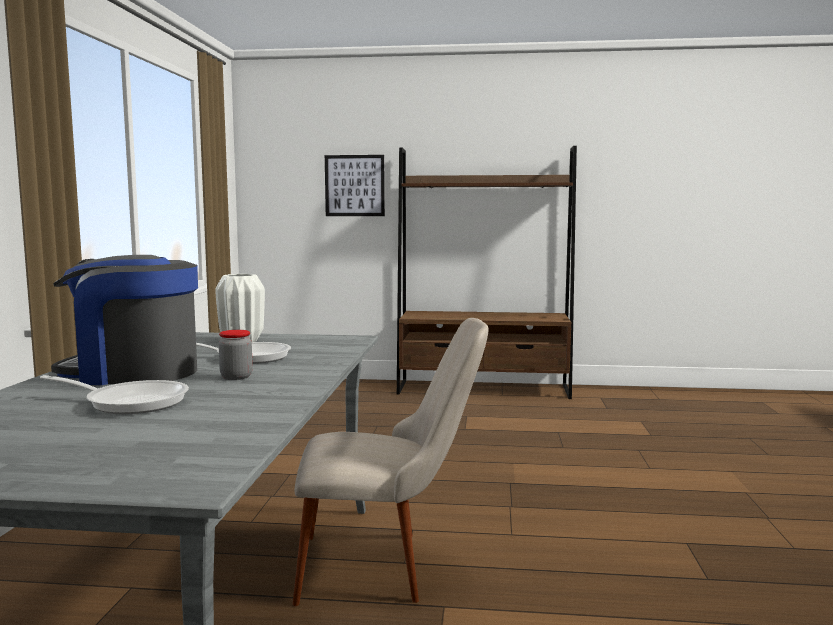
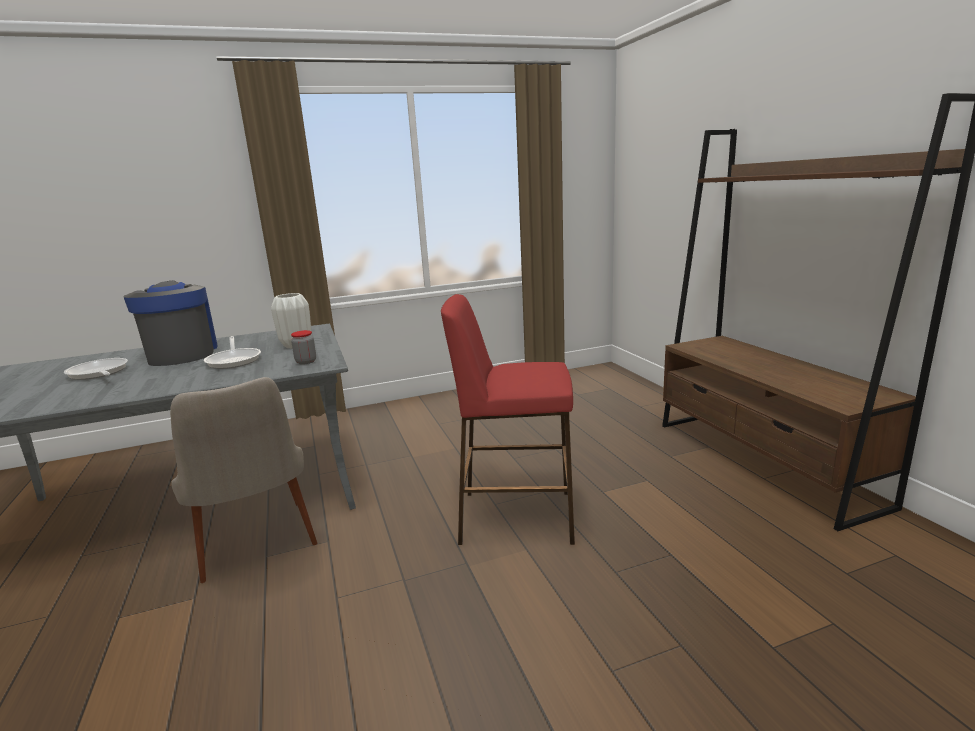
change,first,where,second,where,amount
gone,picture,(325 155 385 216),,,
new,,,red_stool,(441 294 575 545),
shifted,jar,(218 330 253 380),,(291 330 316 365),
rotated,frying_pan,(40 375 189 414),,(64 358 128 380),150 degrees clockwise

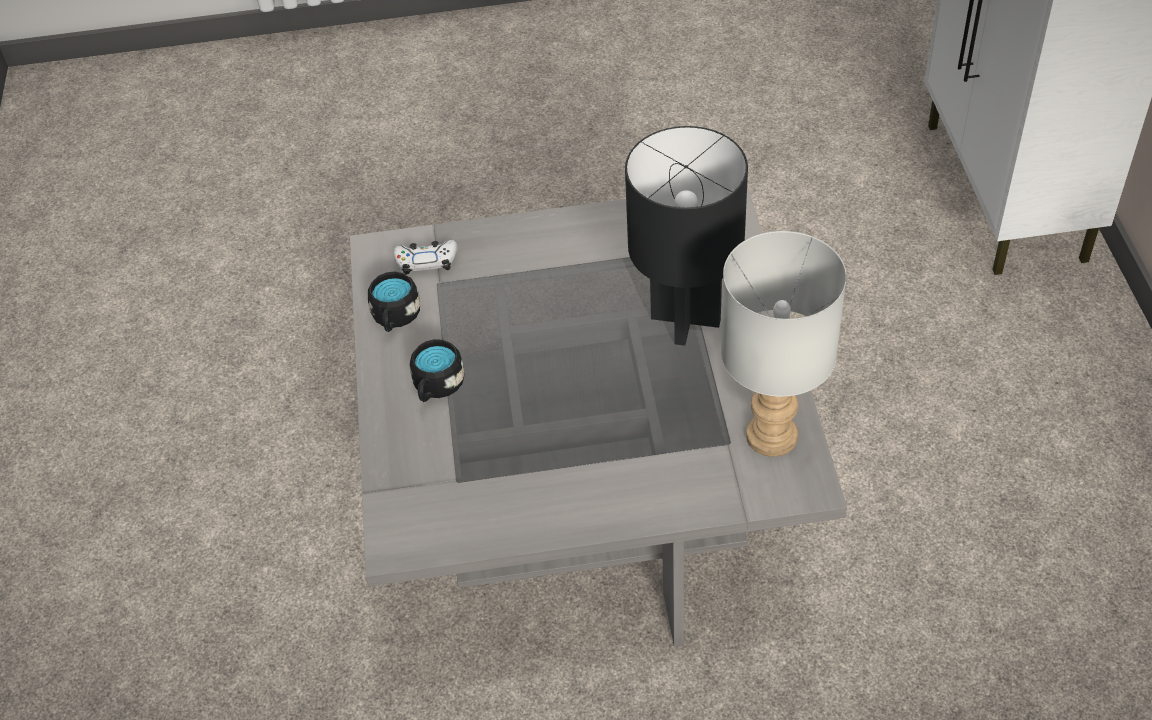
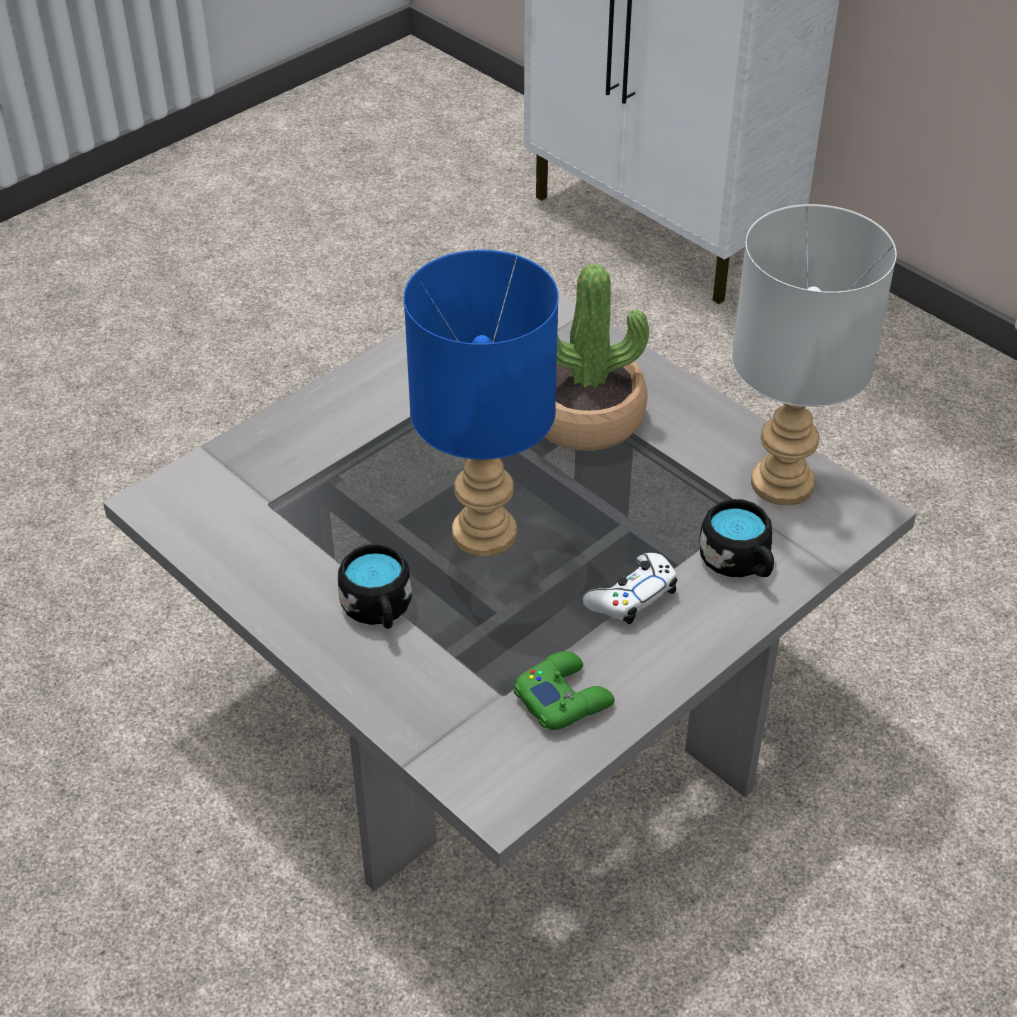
change,first,where,second,where,amount
new,,,blue_table_lamp,(404 250 559 557),
new,,,green_game_controller,(514 651 615 730),
shifted,black_mug,(368 272 420 332),,(700 499 774 577),
shifted,white_game_controller,(393 240 458 275),,(583 553 677 624),
swapped,black_table_lamp,(625 126 748 346),potted_plant,(544 263 649 451),

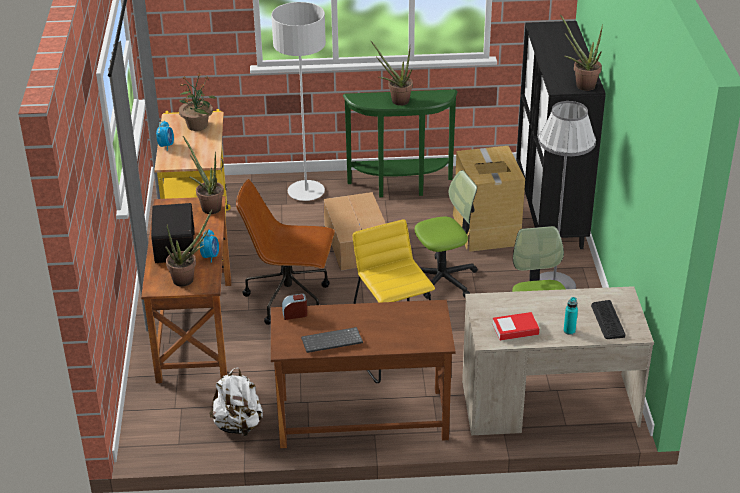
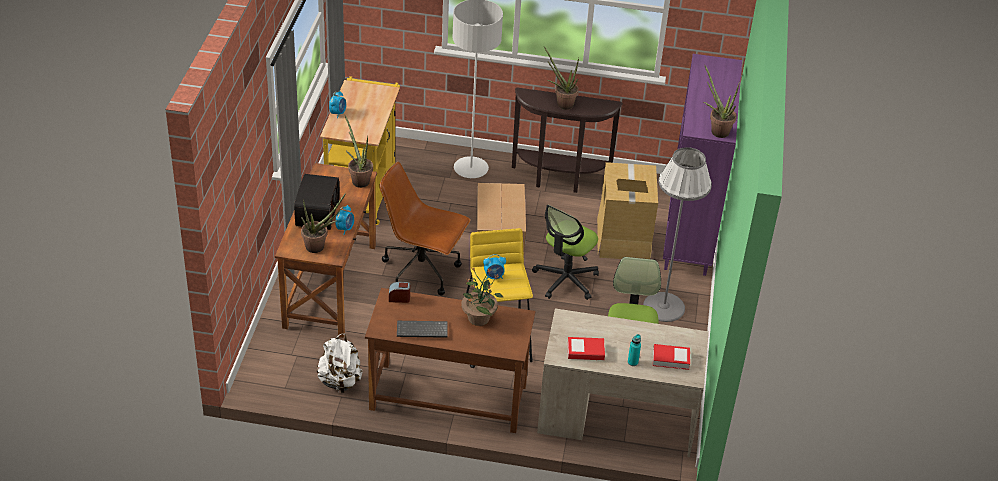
change,first,where,second,where,amount
new,,,alarm_clock,(483 254 506 280),
shifted,potted_plant,(179 73 216 131),,(462 268 503 326),
swapped,keyboard,(591 300 625 339),book,(653 344 690 370),
repainted,green_console_table,(343 89 458 197),brown_console_table,(512 88 623 193),
repainted,black_cabinet,(516 21 606 249),purple_cabinet,(663 54 742 276),
rotated,office_chair,(415 170 478 299),,(532 205 599 300),135 degrees clockwise

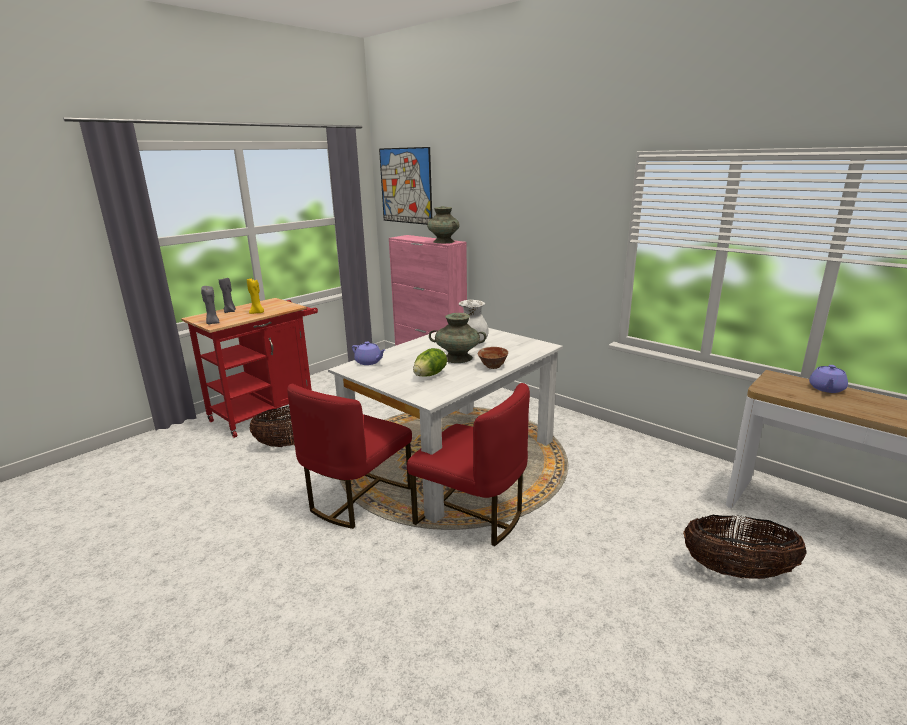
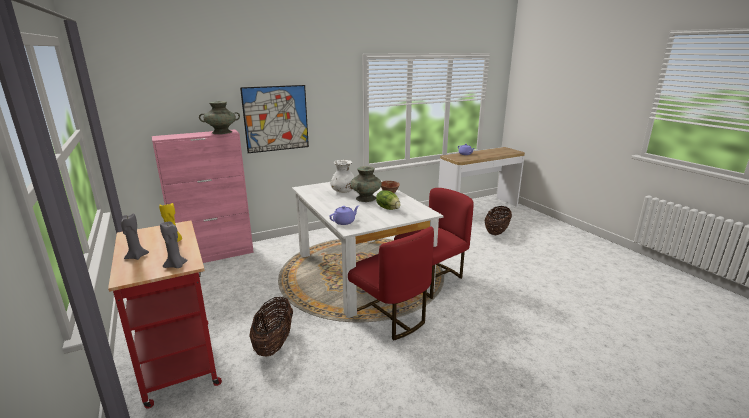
change,first,where,second,where,amount
shifted,picture,(379 147 432 225),,(240 85 309 153),

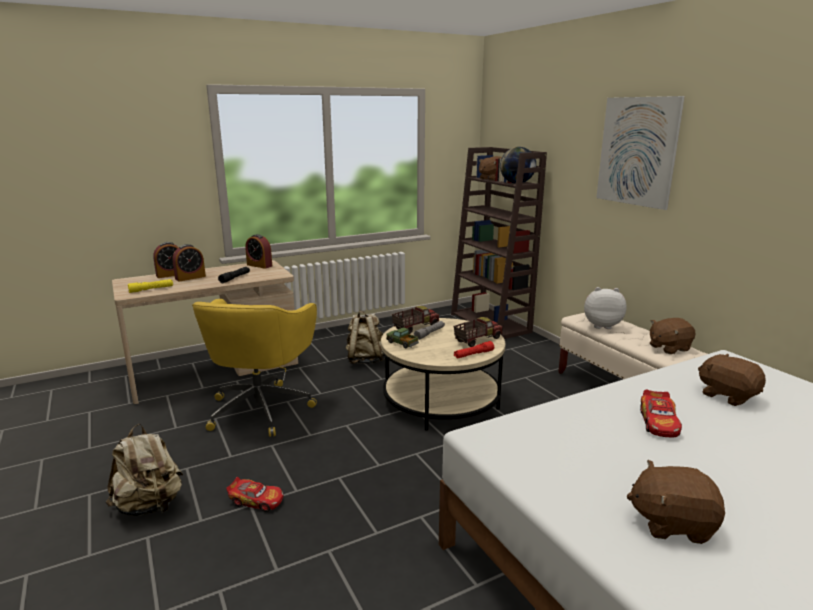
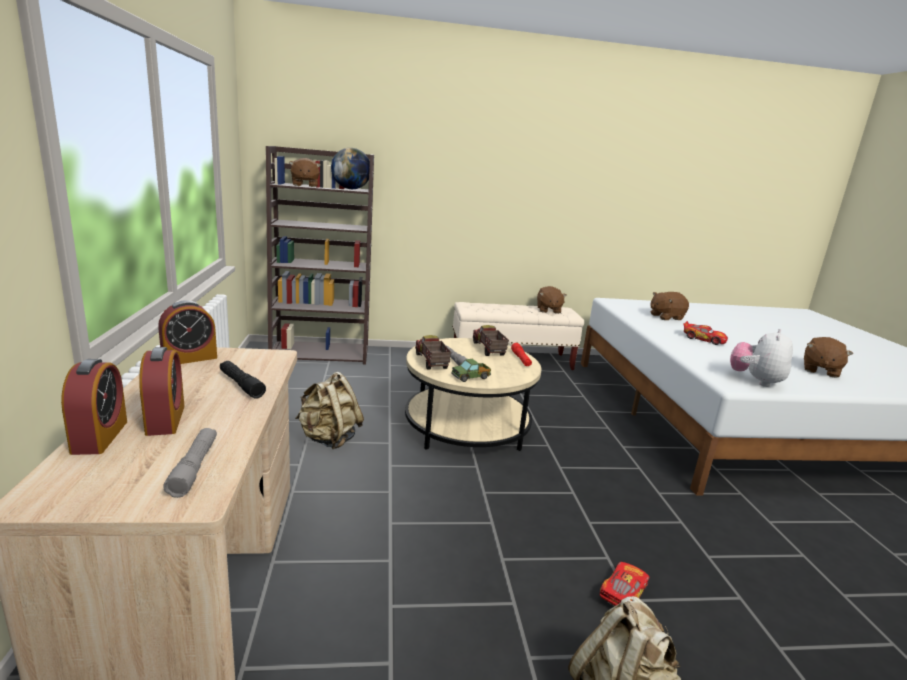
change,first,where,second,where,amount
gone,yellow_office_chair,(192 299 317 437),,,
gone,picture,(596 96 685 210),,,
shifted,plush_toy,(584 287 627 329),,(730 329 793 387),
repainted,yellow_flashlight,(128 279 173 293),grey_flashlight,(163 428 217 498),

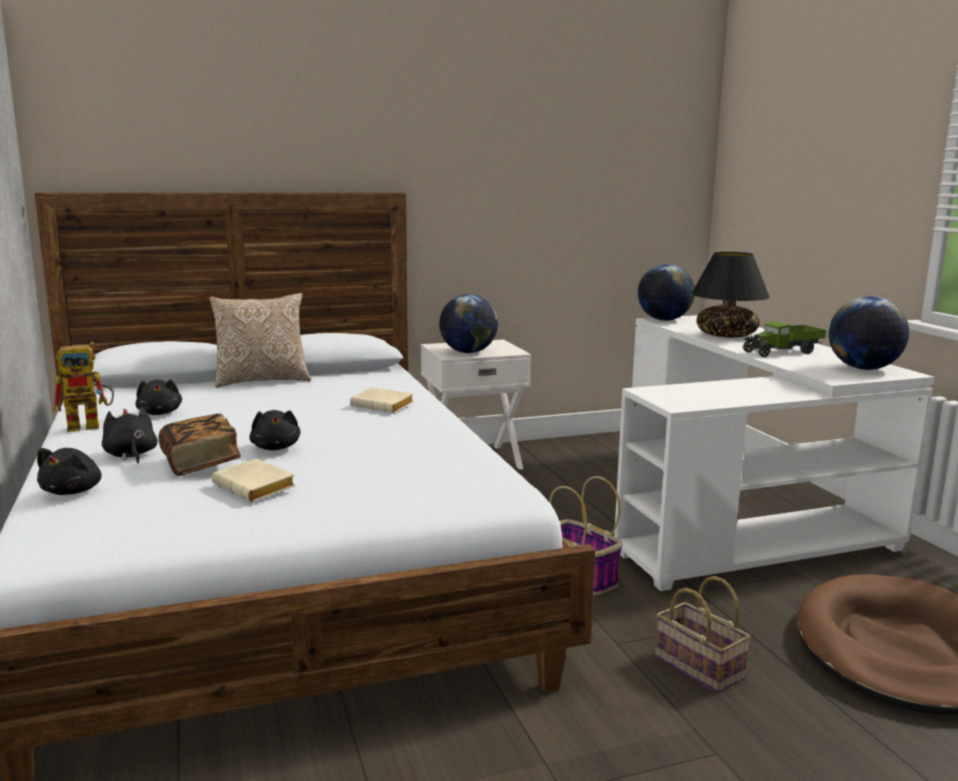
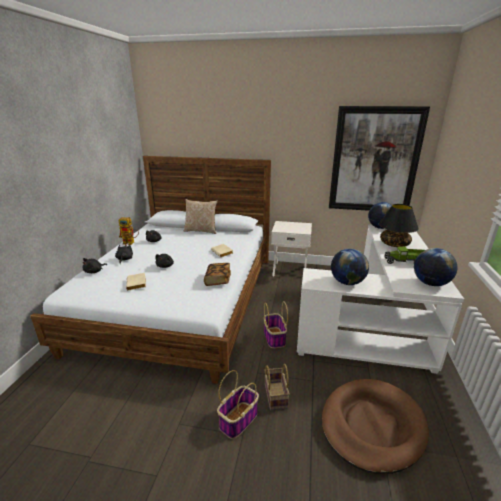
change,first,where,second,where,amount
new,,,basket,(217 370 259 439),
new,,,picture,(329 106 430 211),
shifted,book,(158 414 241 476),,(204 263 231 286),
shifted,globe,(439 294 498 353),,(331 249 369 285),

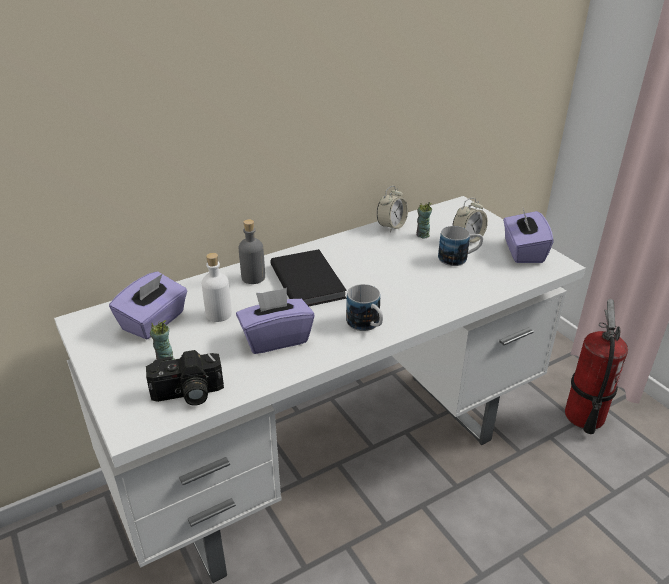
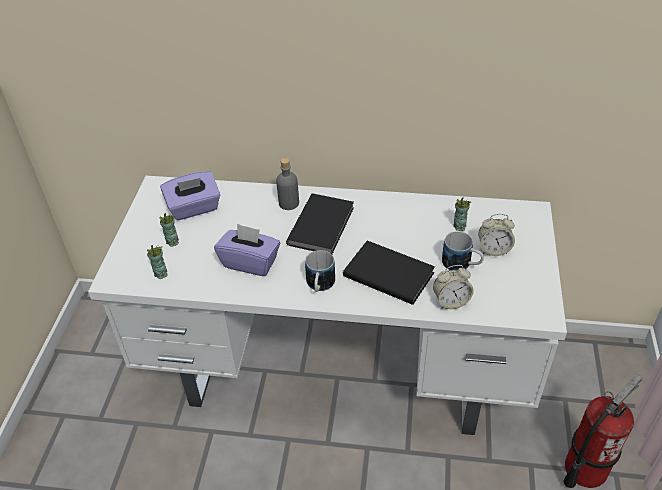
change,first,where,second,where,amount
gone,white_bottle,(202 253 232 322),,,
gone,purple_tissue_box,(503 209 554 263),,,
new,,,black_book,(343 240 435 305),
shifted,alarm_clock,(377 186 408 233),,(433 265 474 309),
swapped,photo_camera,(146 350 224 406),cup,(147 245 168 279),

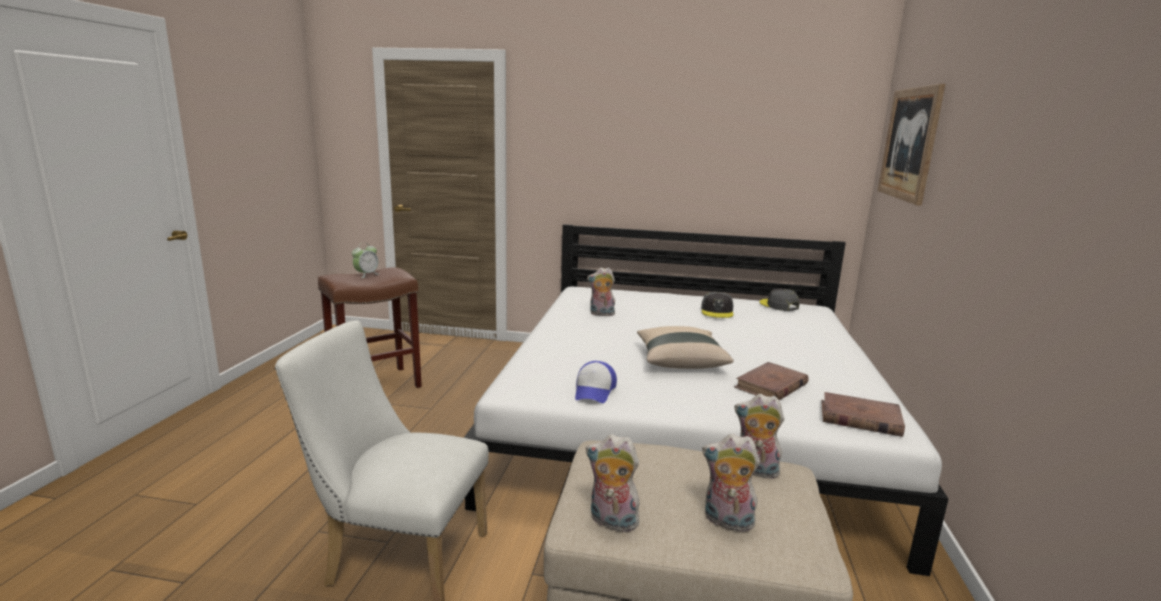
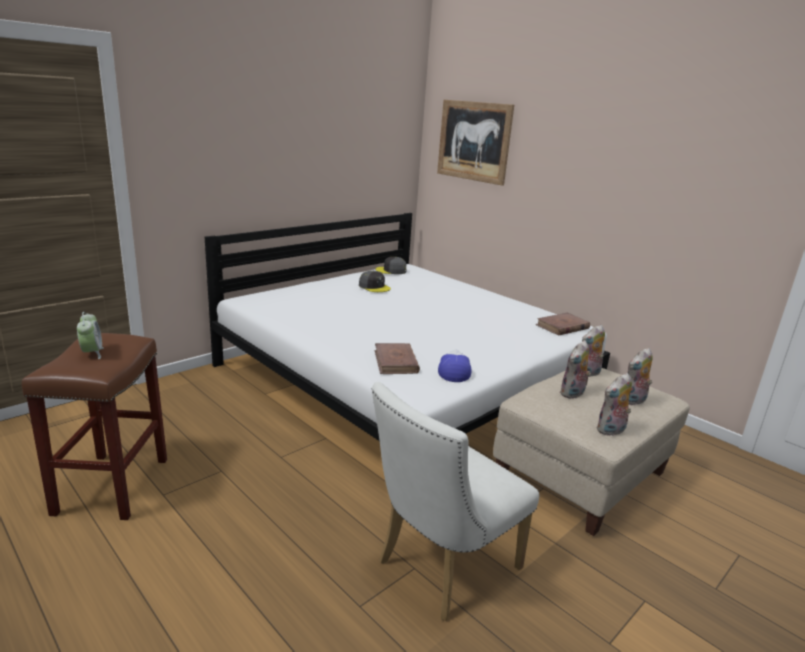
change,first,where,second,where,amount
gone,beige_pillow,(637 326 734 369),,,
shifted,plush_toy,(587 267 615 316),,(559 340 591 399),
shifted,brown_book,(734 362 809 400),,(375 343 420 374),
rotated,cap,(575 361 617 403),,(438 349 472 382),135 degrees counterclockwise

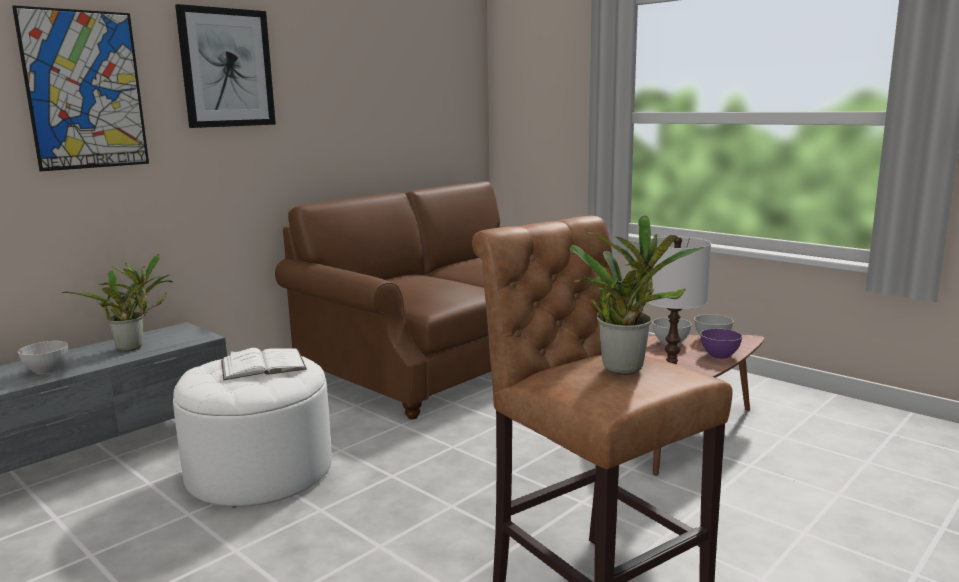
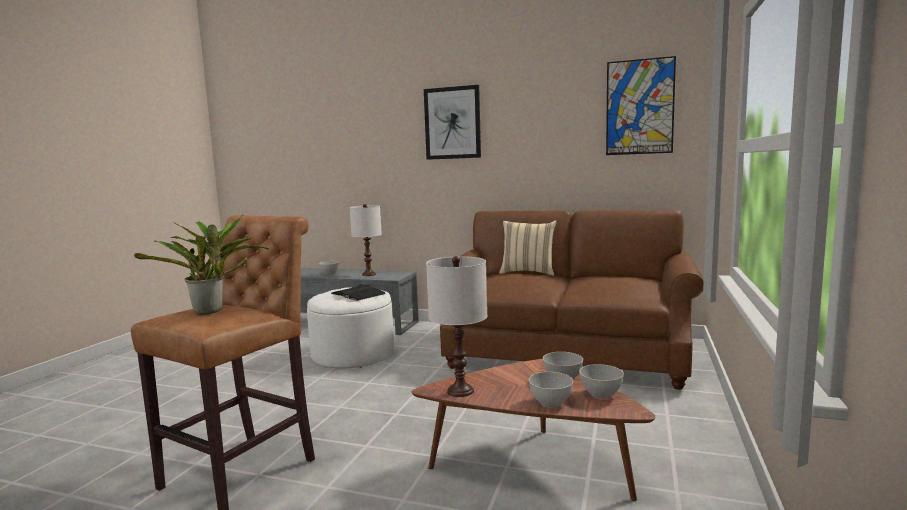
change,first,where,second,where,amount
new,,,beige_pillow,(499 220 557 276),
shifted,picture,(12 5 149 172),,(606 56 676 155),
swapped,potted_plant,(62 254 173 351),white_table_lamp,(349 204 382 276),
repainted,white_book,(221 348 307 380),black_book,(331 283 386 301),
repainted,purple_bowl,(700 329 743 359),grey_bowl,(529 372 573 408),

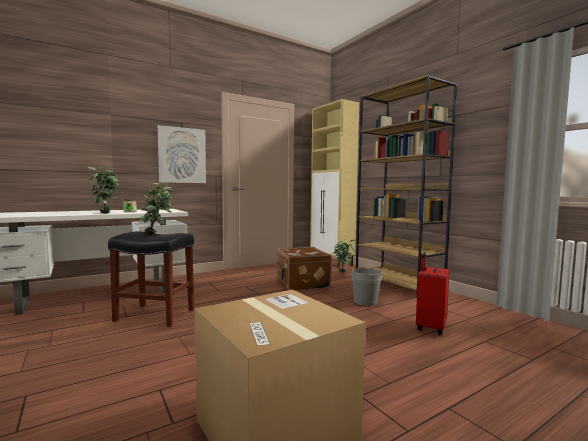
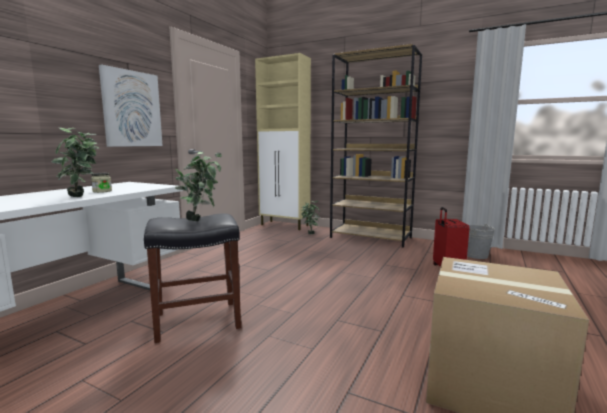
change,first,where,second,where,amount
gone,brown_suitcase,(276 247 332 291),,,
shifted,grey_bucket,(351 268 384 306),,(467 224 495 259),

